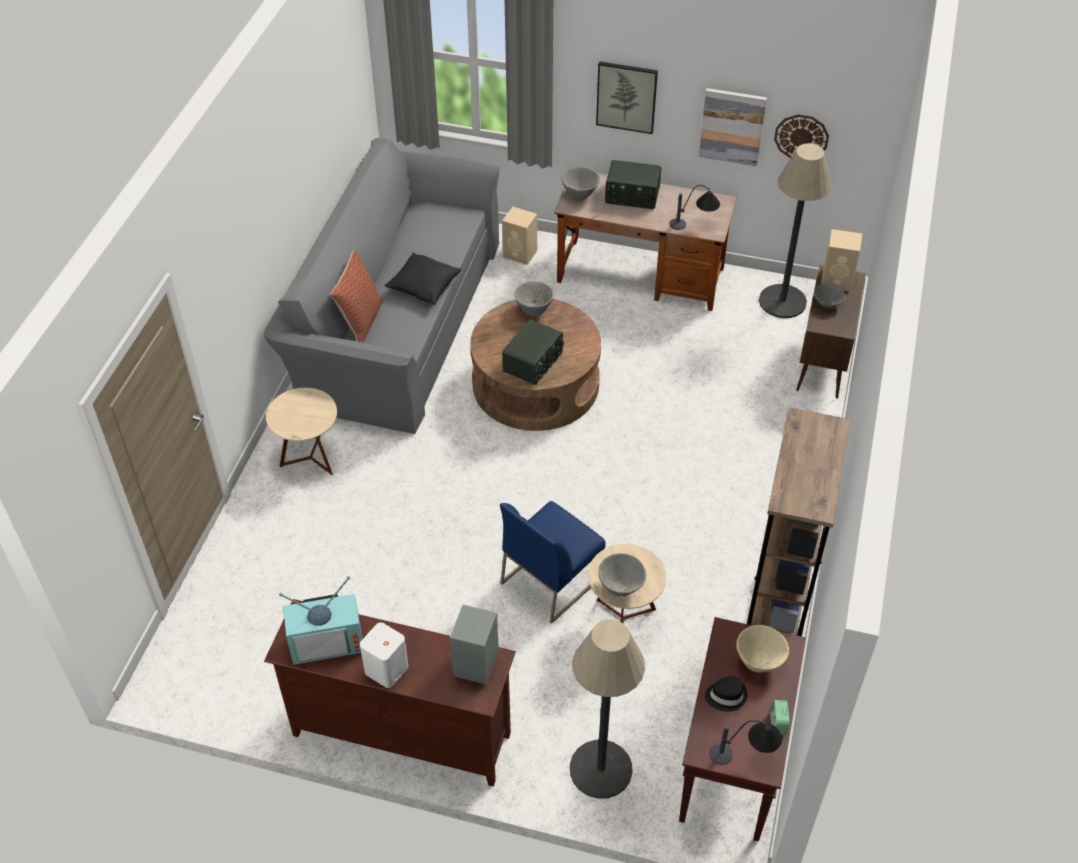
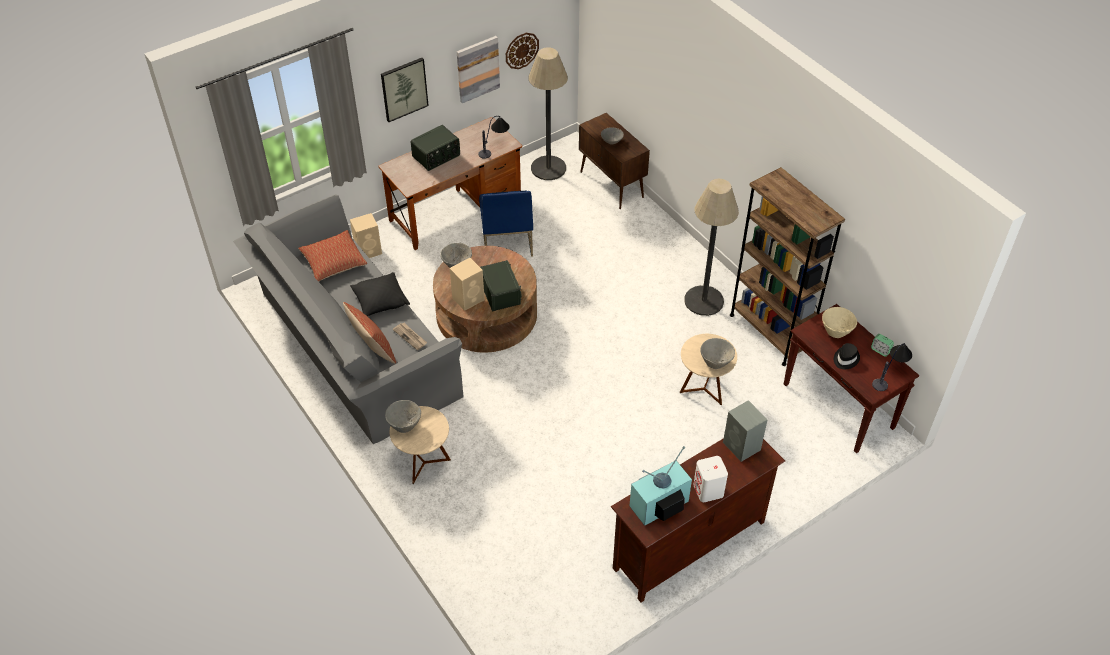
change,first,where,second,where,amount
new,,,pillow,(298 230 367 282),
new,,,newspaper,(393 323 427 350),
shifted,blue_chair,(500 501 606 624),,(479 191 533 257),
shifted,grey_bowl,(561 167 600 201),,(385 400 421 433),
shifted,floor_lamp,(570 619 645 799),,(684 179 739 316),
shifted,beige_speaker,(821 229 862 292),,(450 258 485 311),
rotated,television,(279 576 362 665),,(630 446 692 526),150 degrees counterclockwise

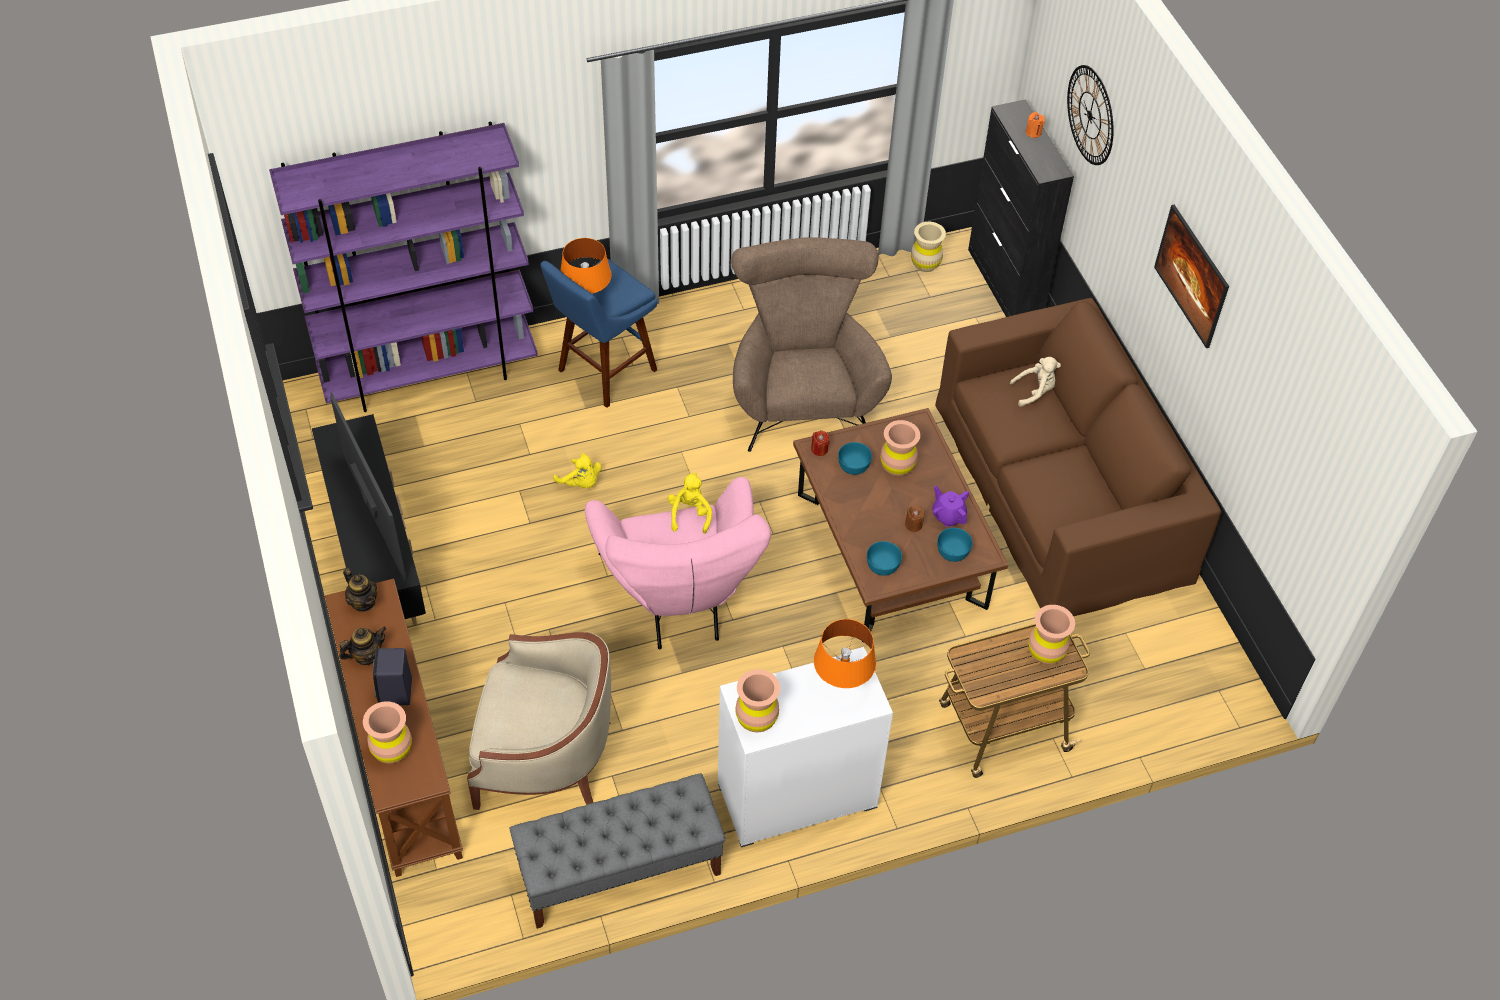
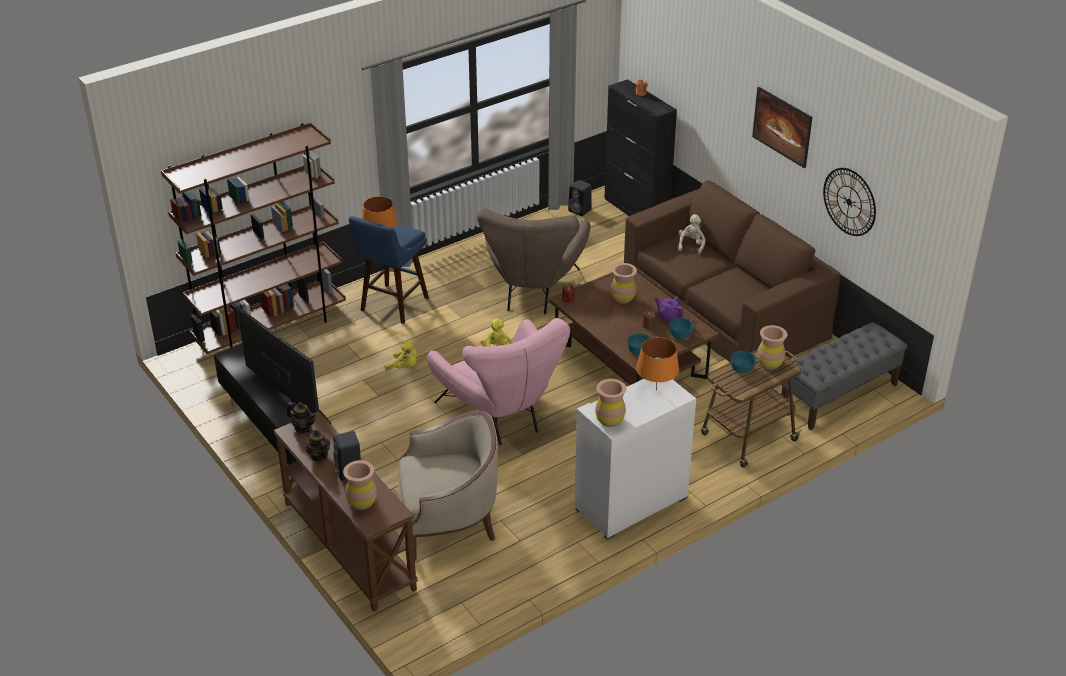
change,first,where,second,where,amount
shifted,grey_bench,(509 773 726 929),,(781 322 907 430),
shifted,turquoise_bowl,(838 442 872 475),,(731 351 756 373),
shifted,wall_clock,(1067 65 1114 165),,(823 168 876 236),
swapped,beige_vase,(911 222 946 272),black_speaker,(568 180 592 216),
repainted,purple_bookcase,(269 122 538 412),brown_bookcase,(161 123 346 354),
rotated,teapot,(339 627 386 665),,(306 427 330 461),75 degrees counterclockwise
rotated,brown_armchair,(731 237 892 452),,(477 207 590 314),150 degrees counterclockwise
rotated,beige_plush_toy,(1010 357 1061 407),,(678 214 706 255),45 degrees counterclockwise

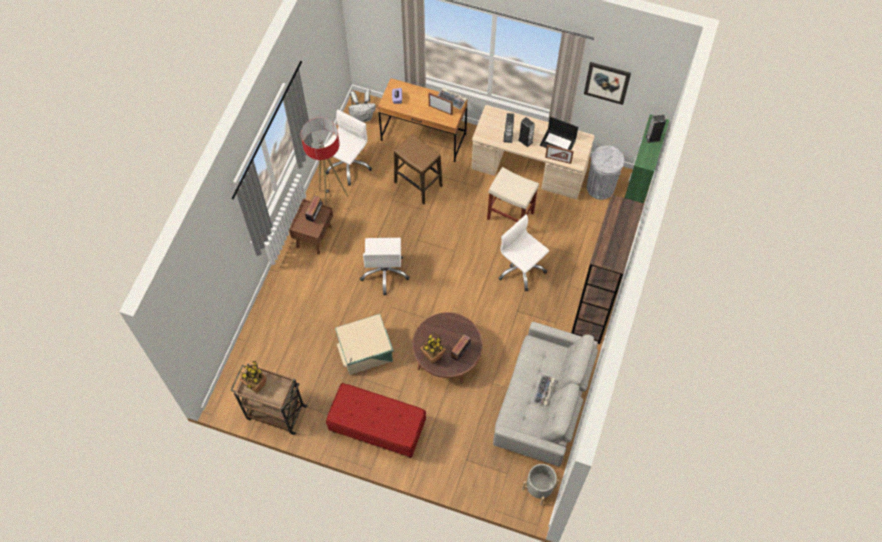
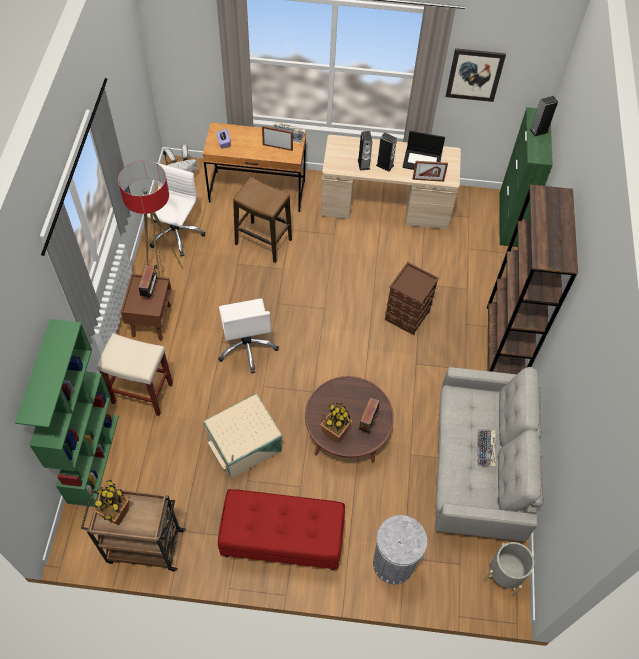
change,first,where,second,where,amount
new,,,green_bookcase,(15 319 119 507),
shifted,beige_stool,(487 167 539 222),,(97 333 173 416),
shifted,grey_trash_can,(587 145 624 200),,(373 515 427 584),
swapped,white_office_chair,(498 214 549 291),brown_storage_box,(385 262 439 335),

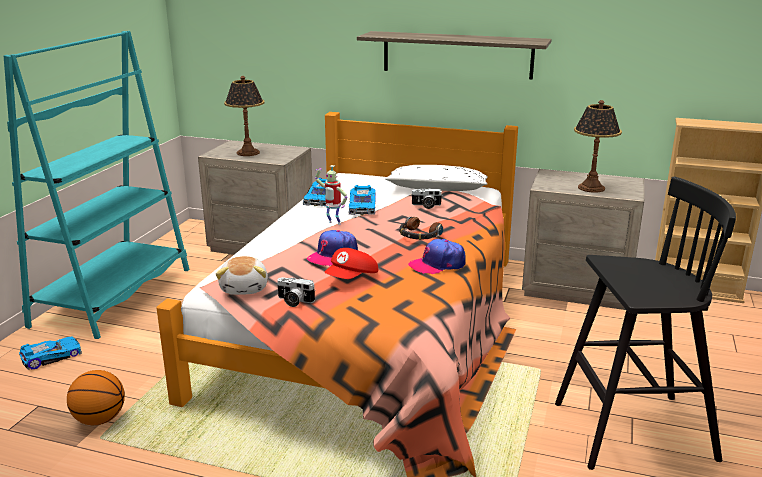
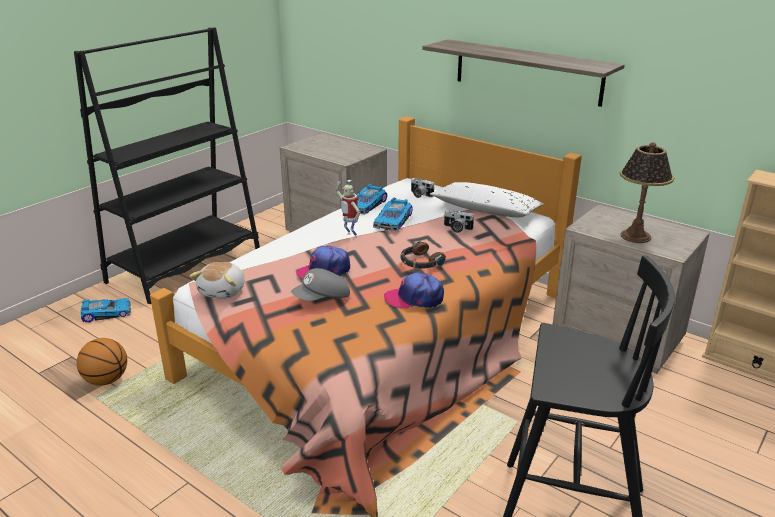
change,first,where,second,where,amount
gone,table_lamp,(224 76 265 156),,,
shifted,photo_camera,(277 277 315 307),,(411 178 434 198),
repainted,turquoise_bookcase,(4 31 190 339),black_bookcase,(74 27 260 304),
repainted,red_cap,(325 248 378 279),grey_cap,(291 268 350 301),

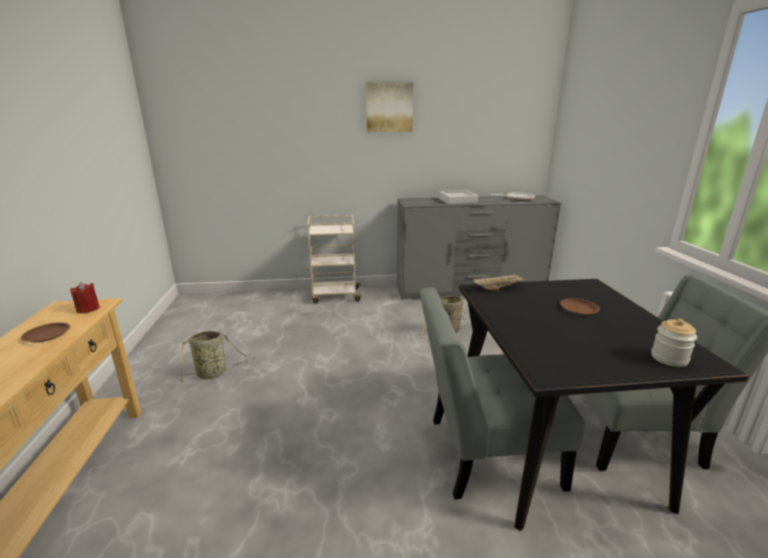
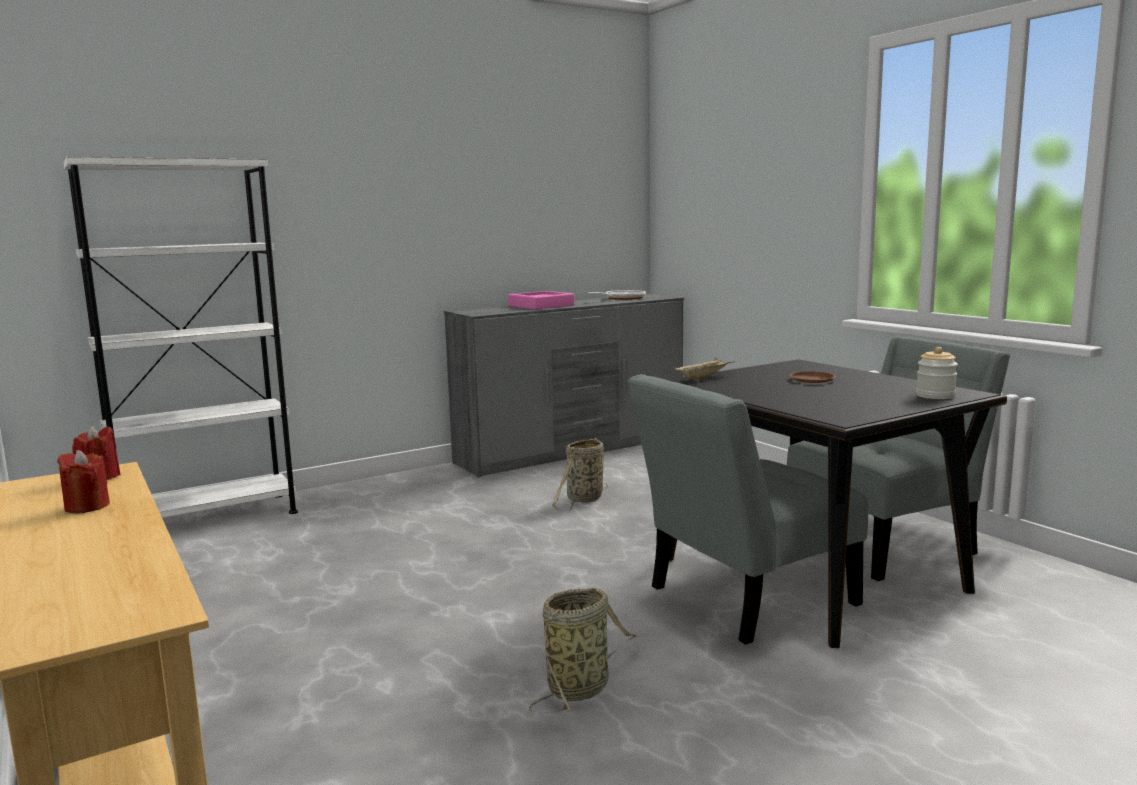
change,first,where,second,where,amount
gone,beige_cart,(307 215 363 303),,,
gone,picture,(366 82 414 132),,,
new,,,white_bookcase,(63 157 298 518),
shifted,basket,(178 331 256 382),,(529 588 637 713),
swapped,brown_plate,(21 322 70 342),red_candle,(57 450 110 513),
repainted,grey_tray,(439 190 478 204),pink_tray,(508 291 574 310),

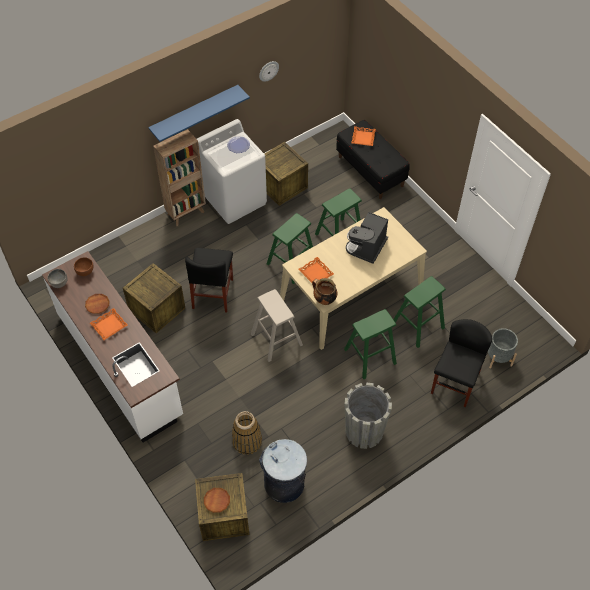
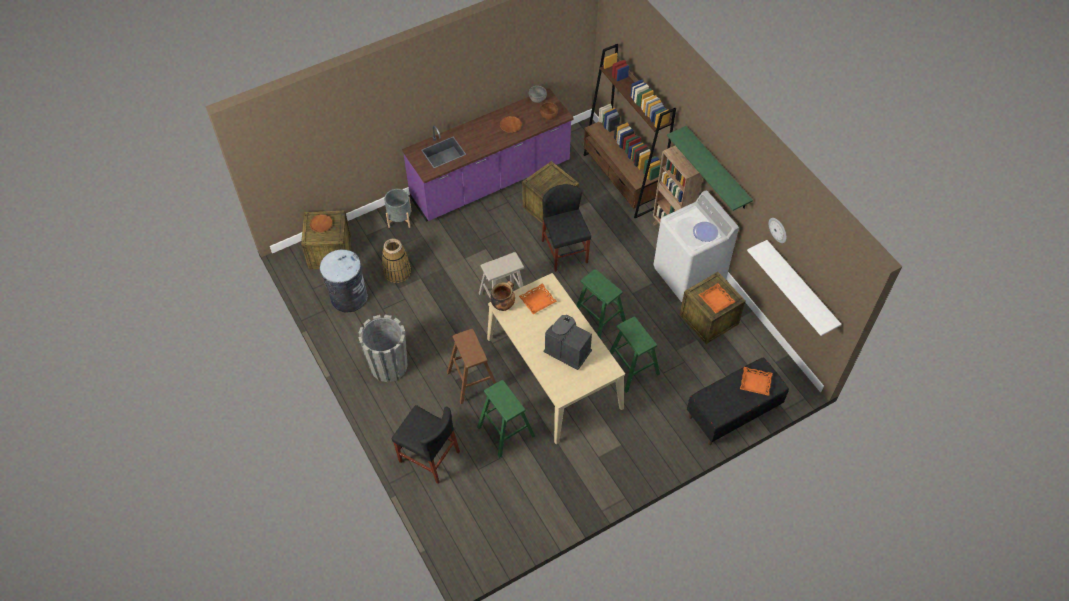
change,first,where,second,where,amount
new,,,brown_bookcase,(584 44 676 218),
new,,,white_shelf,(747 240 841 336),
shifted,orange_tray,(90 308 128 340),,(698 283 736 313),
shifted,grey_planter,(488 328 518 368),,(384 189 412 228),
repainted,white_counter,(42 251 183 442),purple_counter,(402 88 574 222),
repainted,blue_shelf,(148 85 250 142),green_shelf,(667 126 753 211),
repainted,green_stool,(344 309 397 379),brown_stool,(447 329 496 404),
rotated,black_chair,(185 248 233 312),,(542 184 591 272),60 degrees clockwise

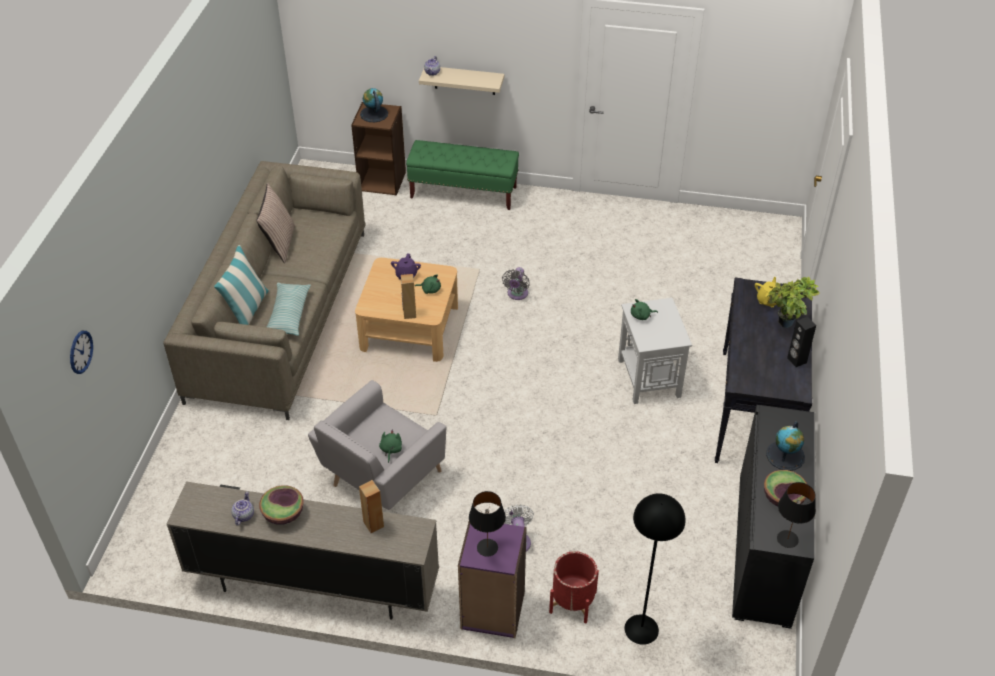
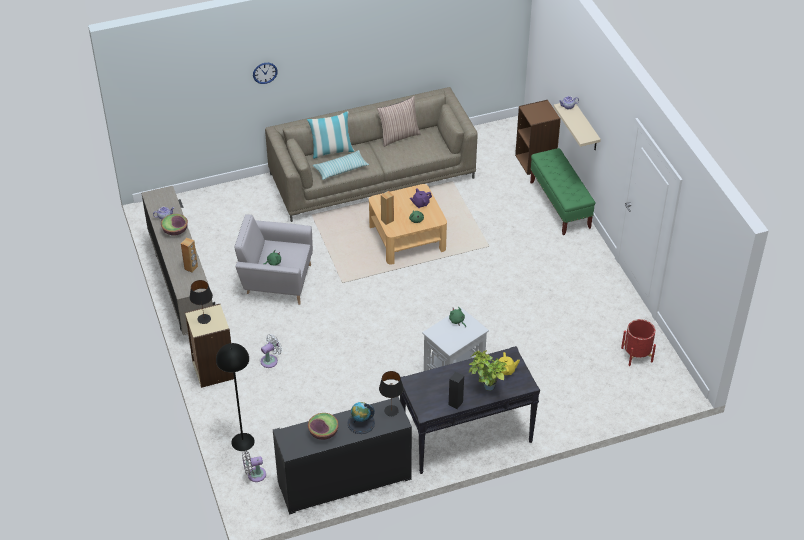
change,first,where,second,where,amount
gone,globe,(360 88 388 122),,,
shifted,wall_clock,(70 331 93 374),,(253 63 278 84),
shifted,grey_fan,(502 267 530 300),,(242 451 266 482),
shifted,red_planter,(549 551 599 623),,(621 319 656 366),
shifted,black_table_lamp,(777 482 816 548),,(379 371 404 416),
repainted,purple_bookcase,(458 522 527 638),beige_bookcase,(185 304 234 388),

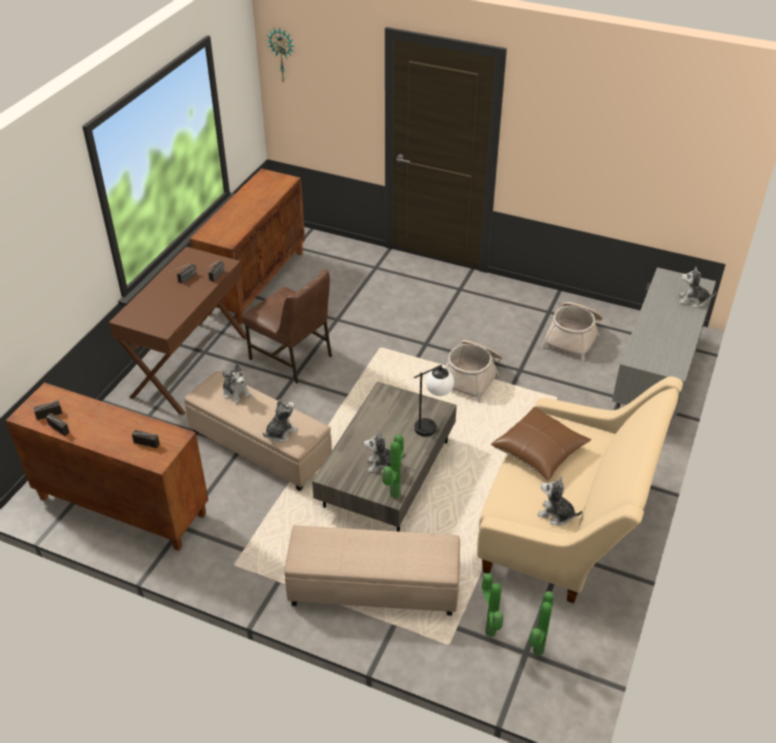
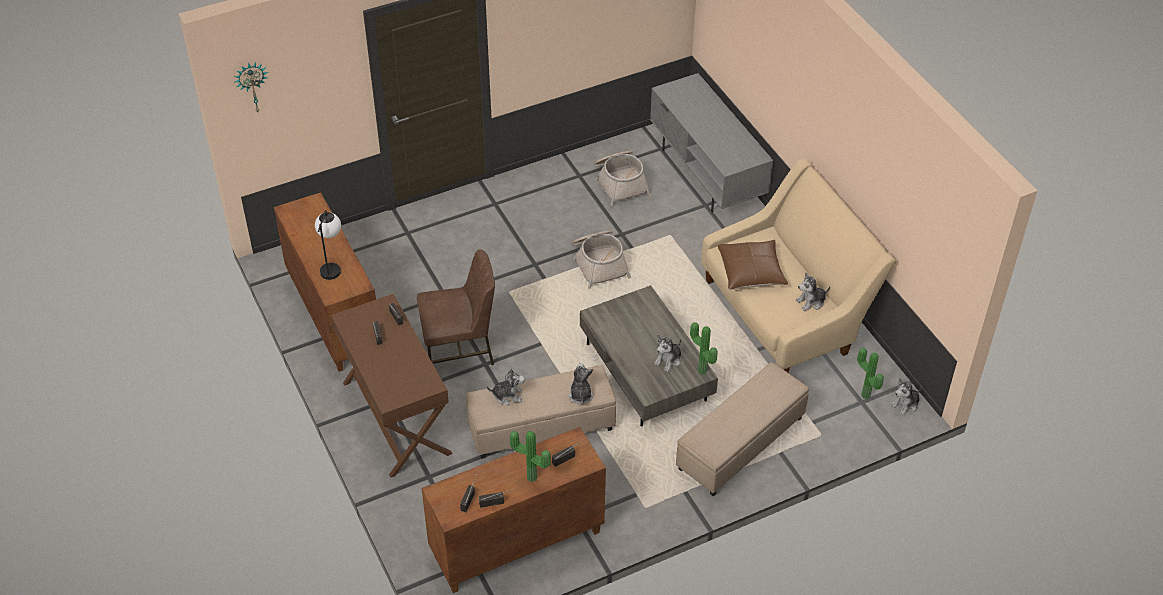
change,first,where,second,where,amount
shifted,table_lamp,(414 365 454 436),,(315 210 341 280),
shifted,potted_plant,(482 573 503 637),,(510 431 551 482),
shifted,plush_toy,(679 267 717 307),,(890 378 922 416),

